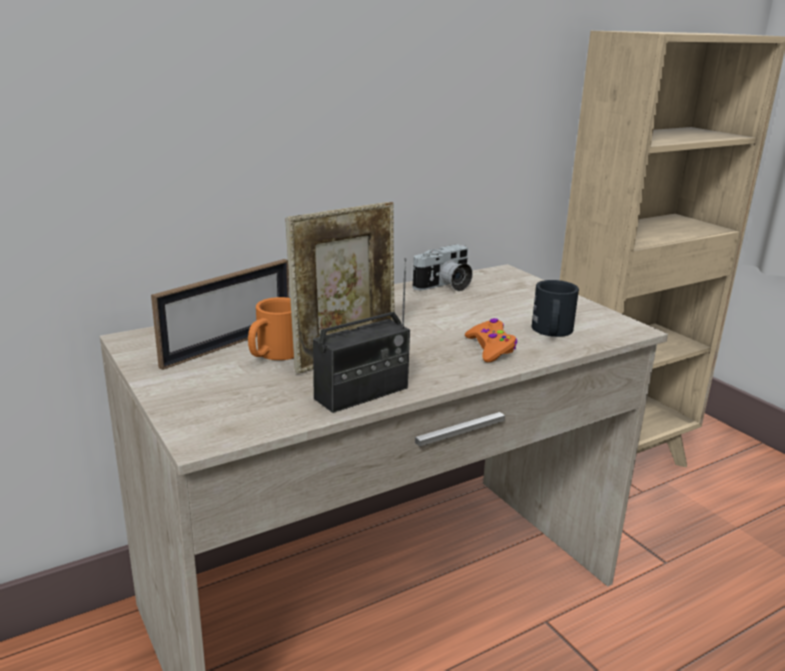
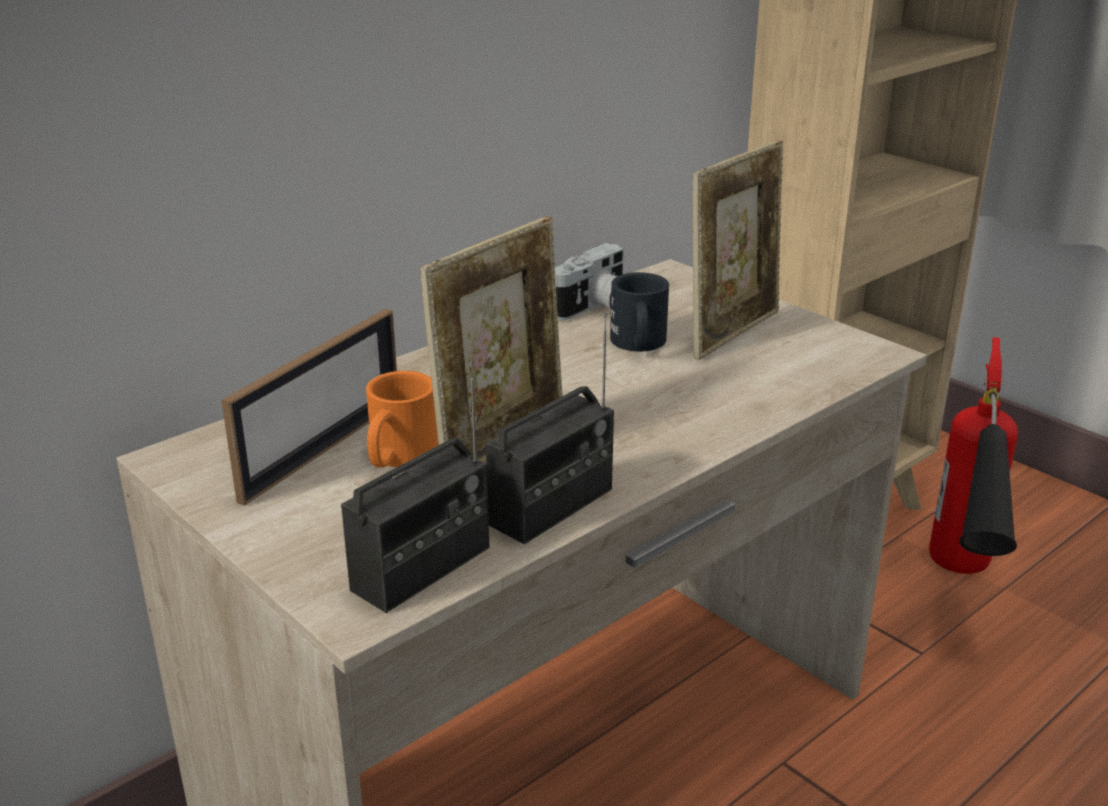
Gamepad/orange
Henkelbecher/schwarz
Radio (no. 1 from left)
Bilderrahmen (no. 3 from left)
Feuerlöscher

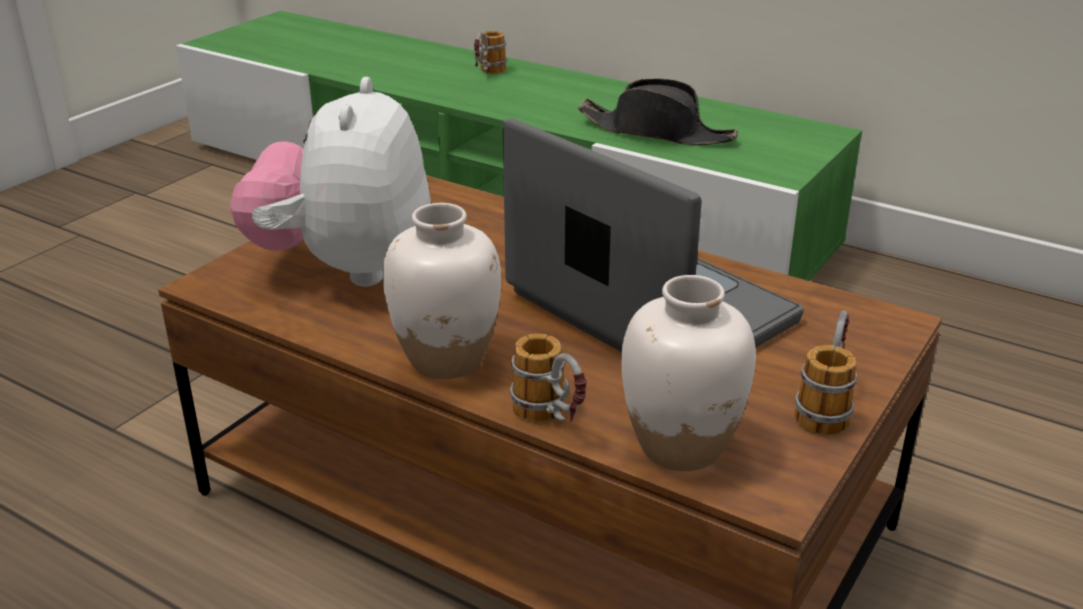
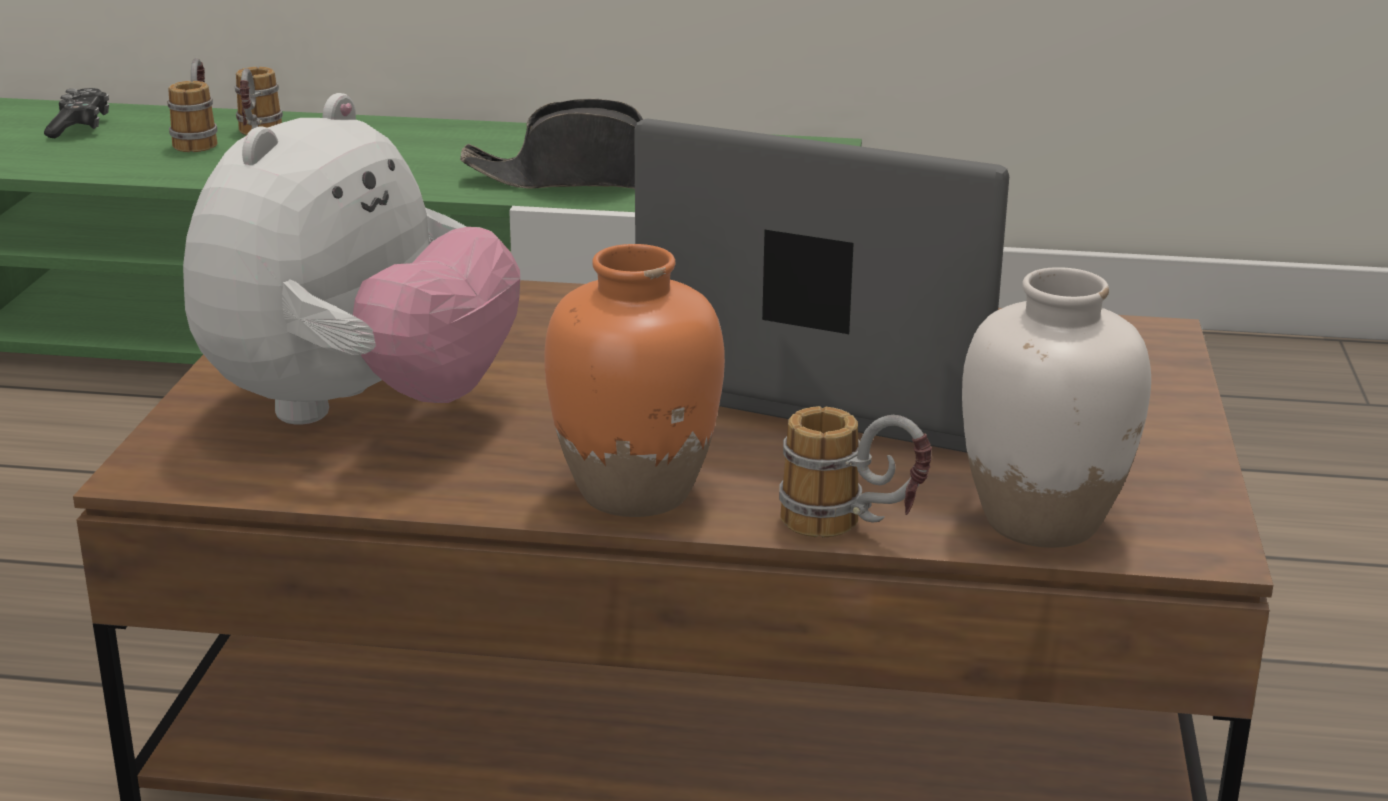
Plüschtier
Vase/orange
Henkelbecher (no. 1 from left)
Gamepad

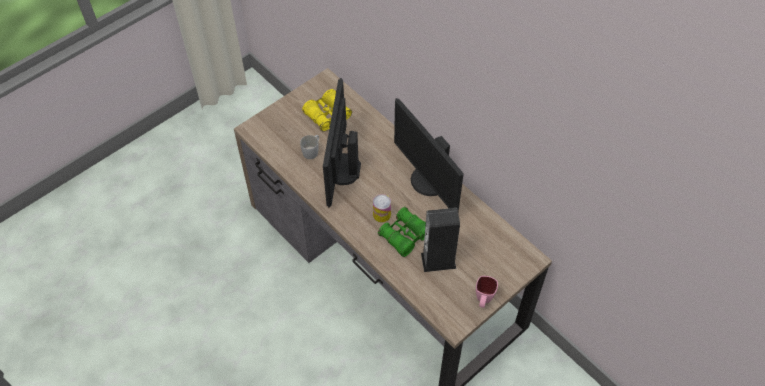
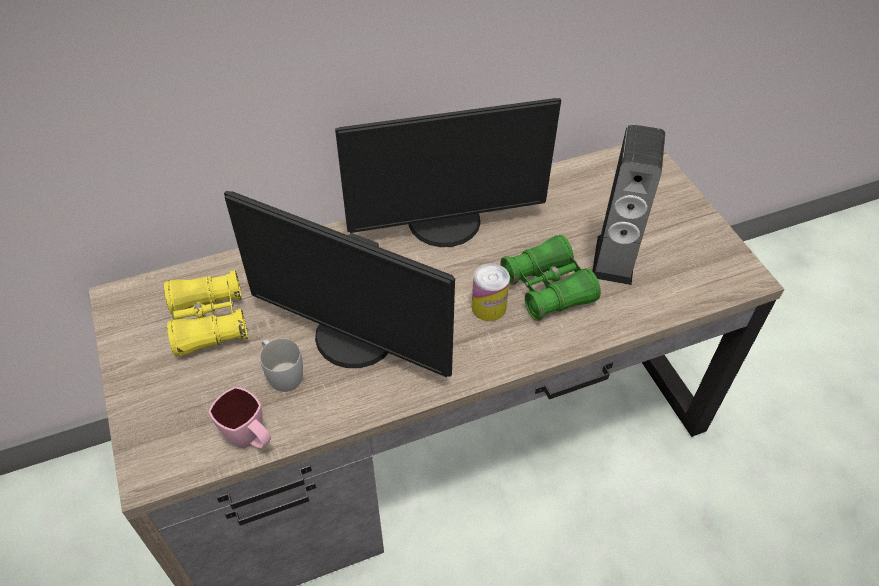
Henkelbecher/rosa

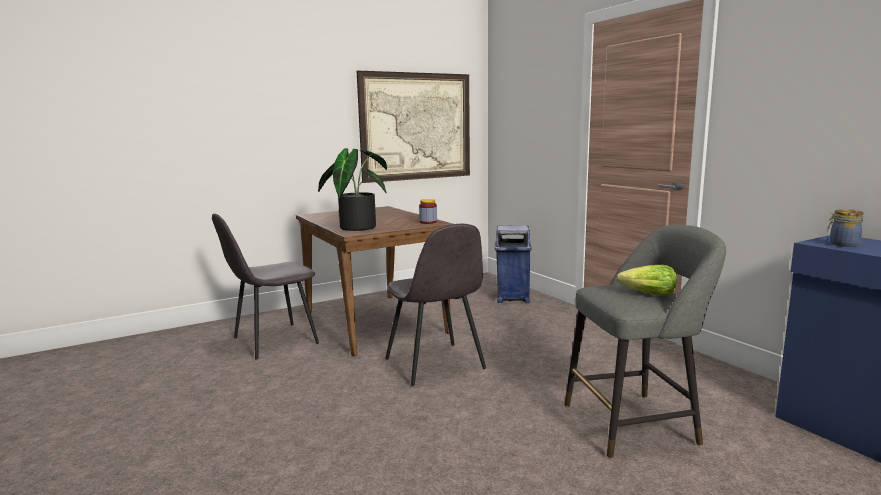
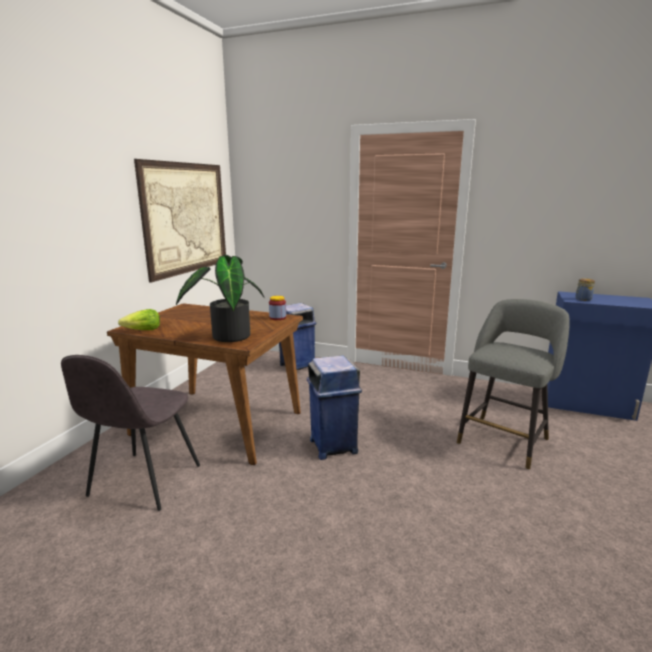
Mülleimer/blau (no. 2 from left)
Salatkopf

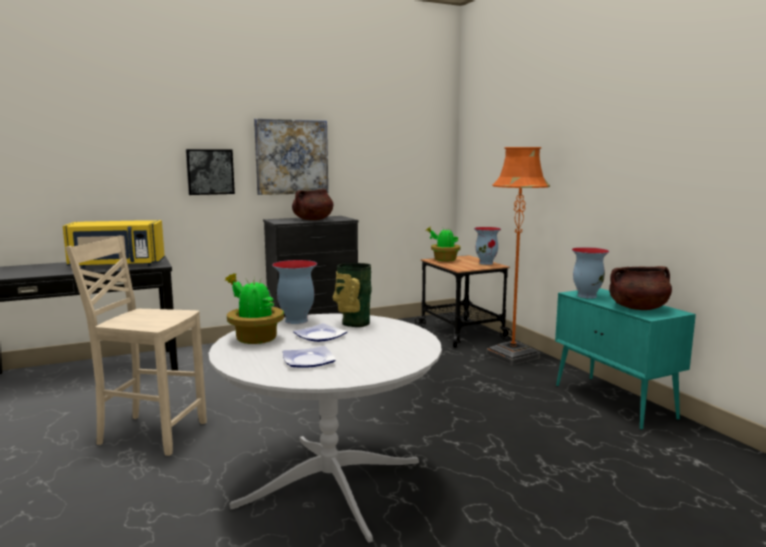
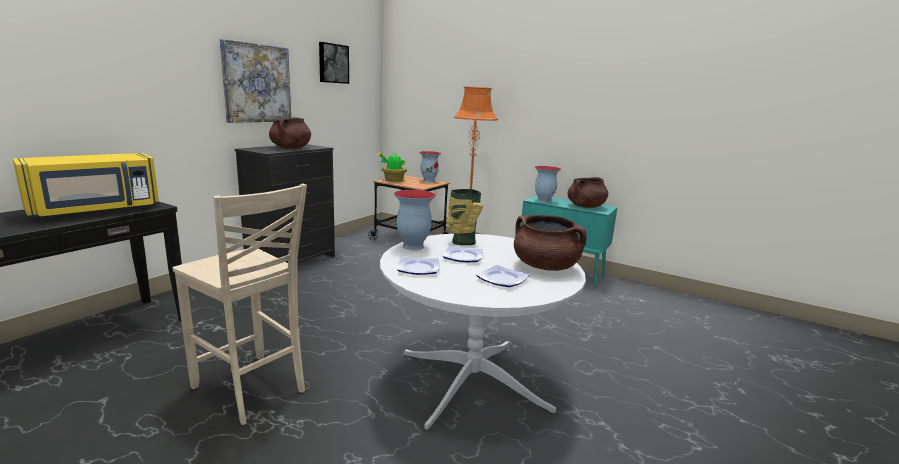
Stuhl/beige
Bild (no. 2 from left)
Teller (no. 1 from left)
Kochtopf/braun (no. 2 from left)

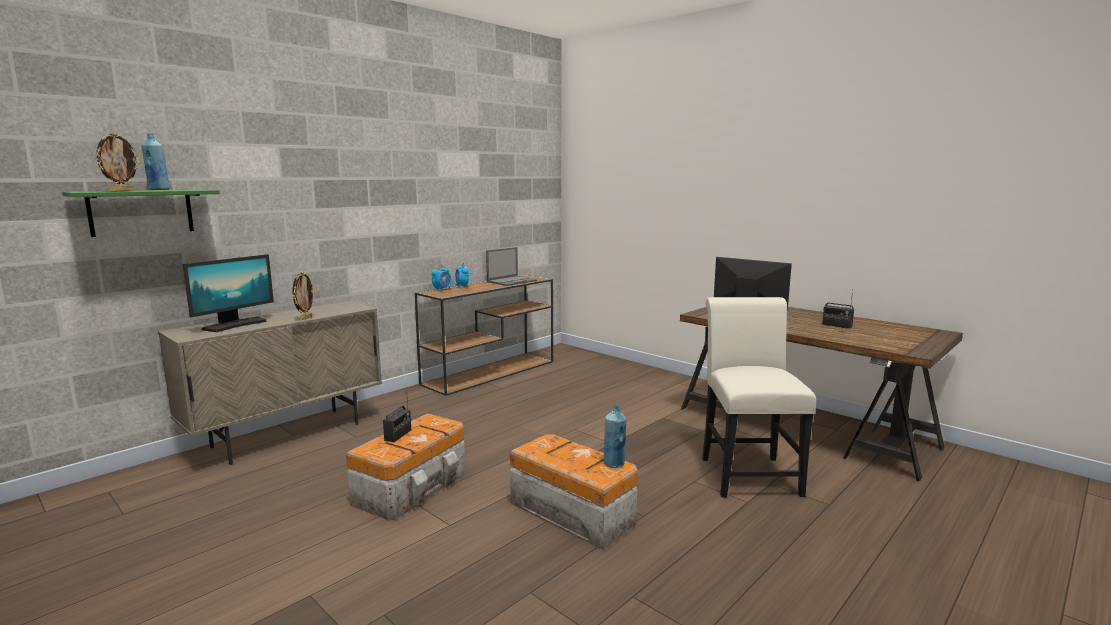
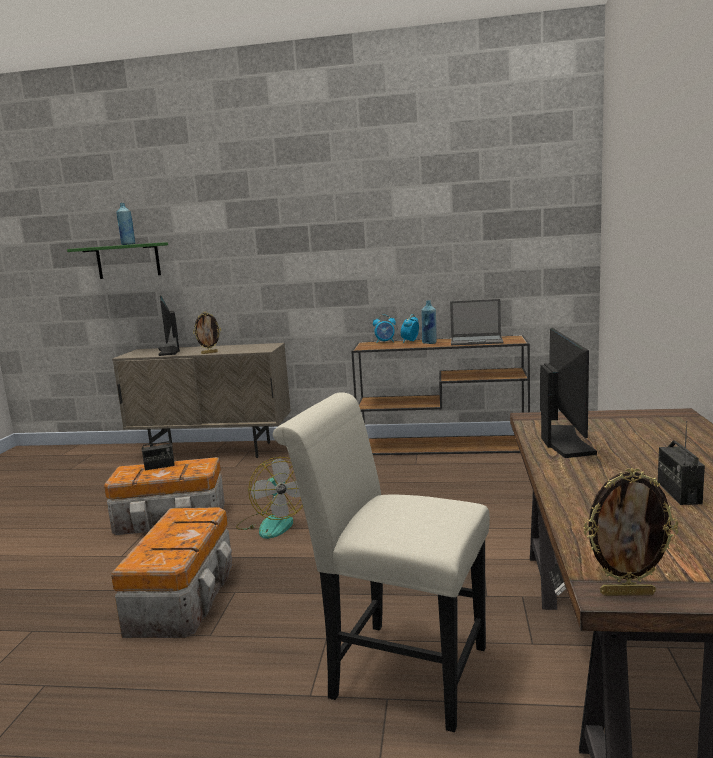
Bilderrahmen (no. 2 from left)
Monitor (no. 1 from left)
Flasche/blau (no. 2 from left)
Stuhl/weiß
Ventilator

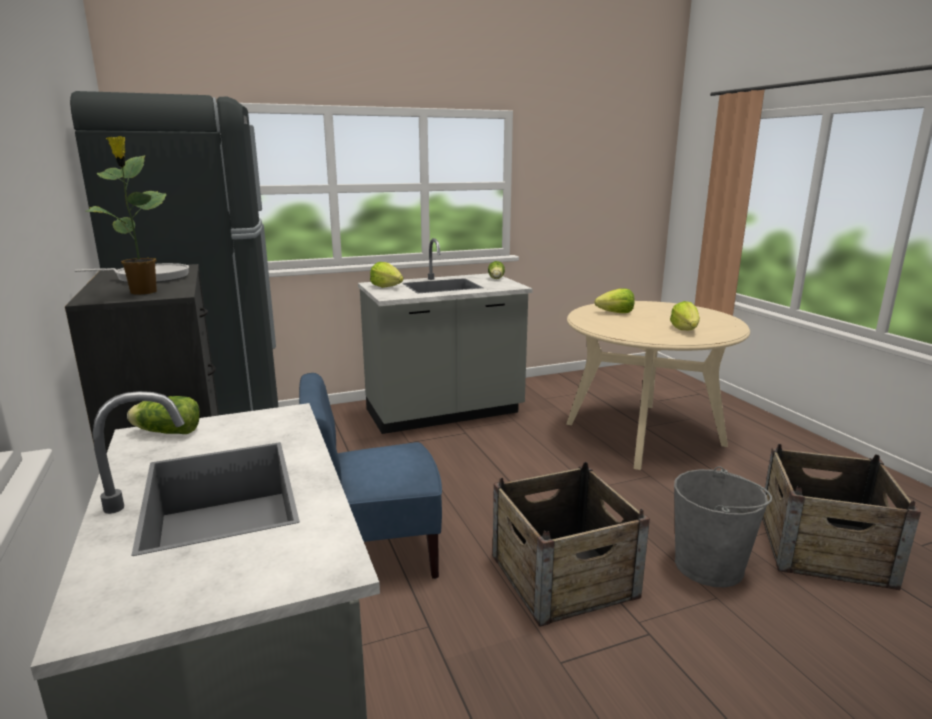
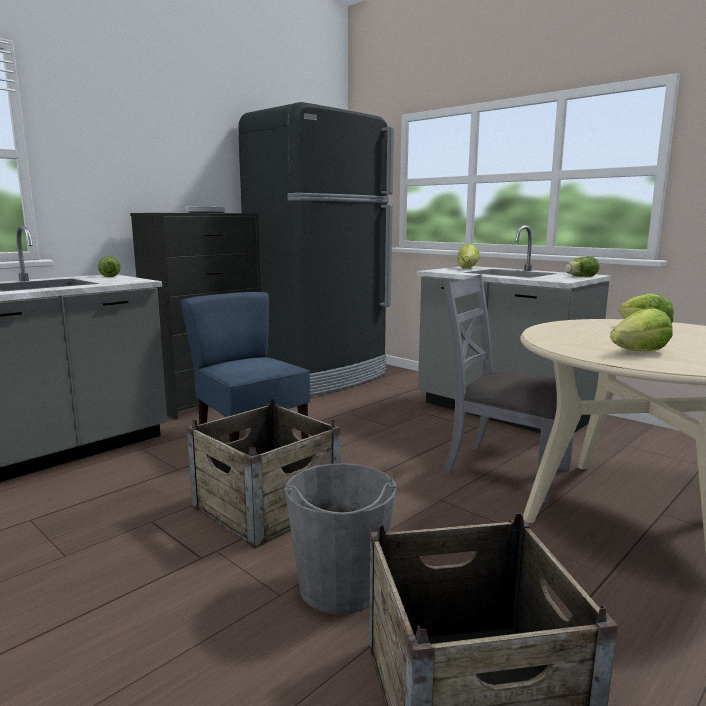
Topfpflanze
Stuhl/grau

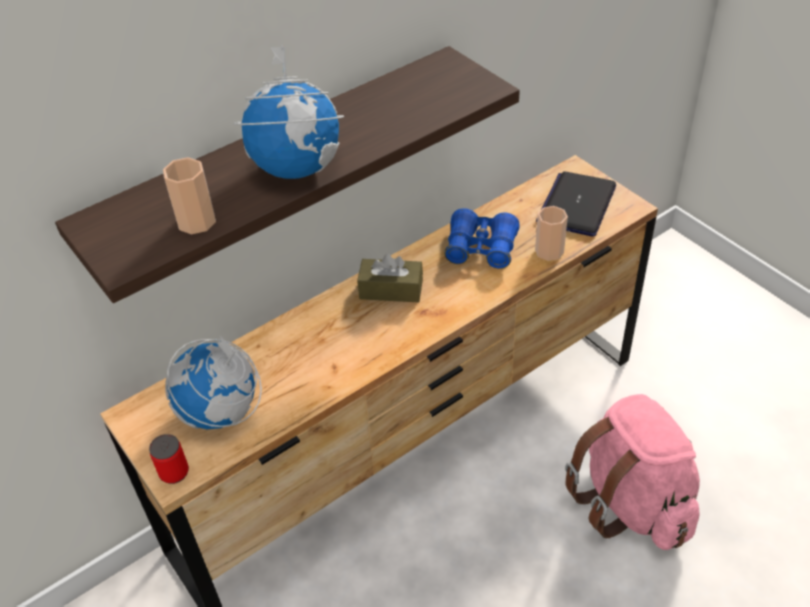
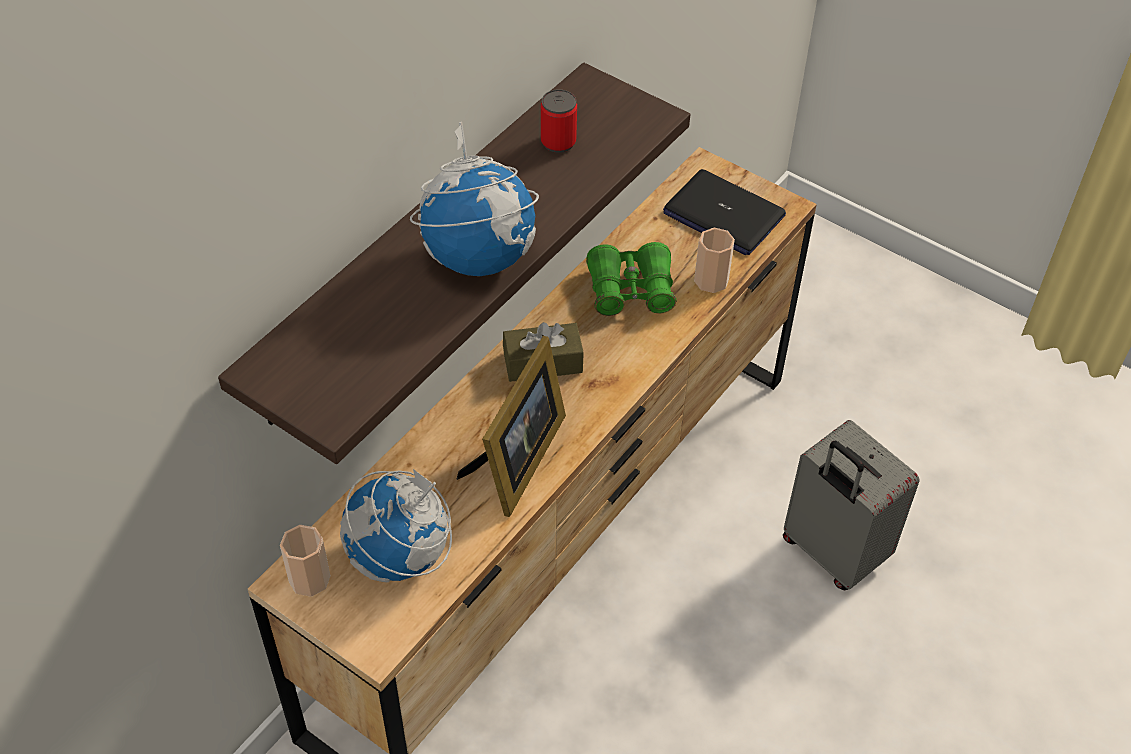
Dose
Tasse (no. 1 from left)
Fernglas/grün
Laptop
Koffer/grau
Bilderrahmen

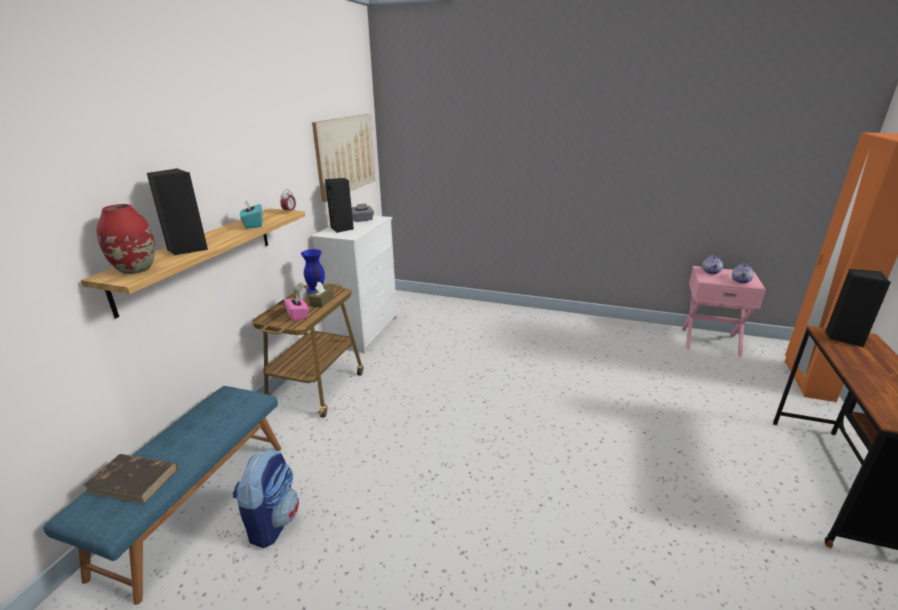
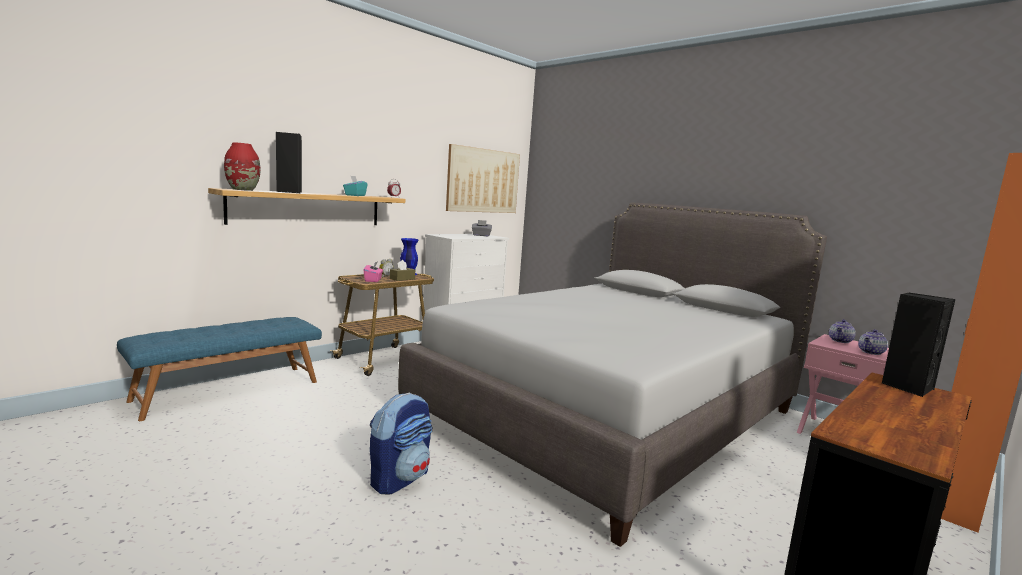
Buch/braun
Rucksack
Lautsprecher/schwarz (no. 2 from left in the first image)
Bett/grau

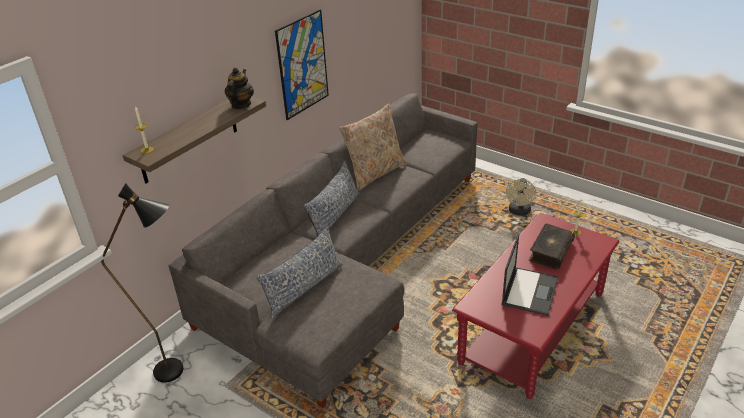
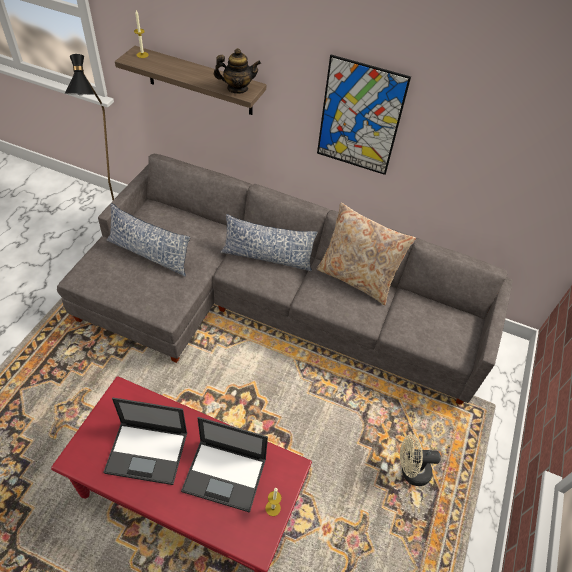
Laptop (no. 2 from left)

